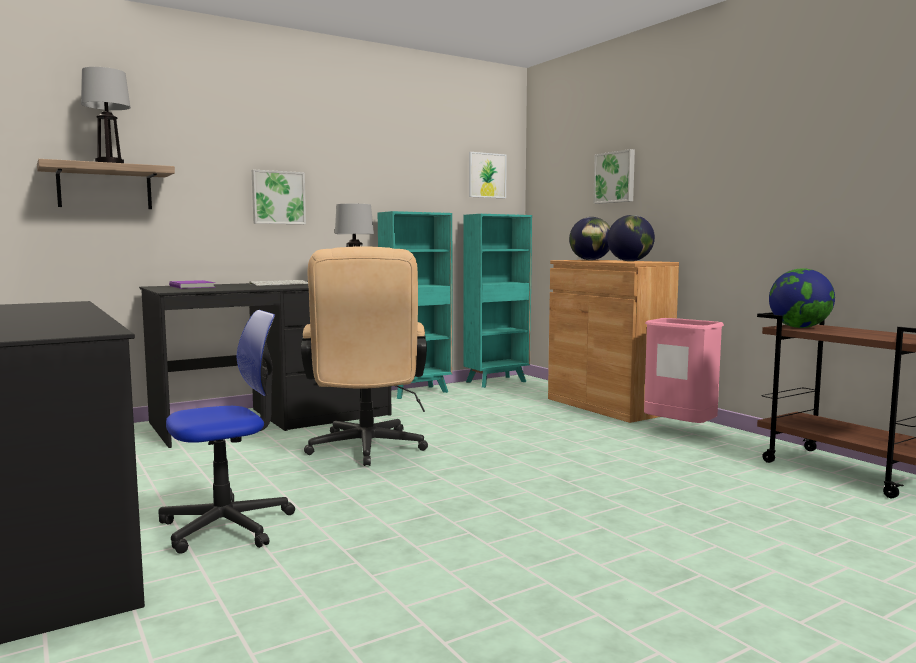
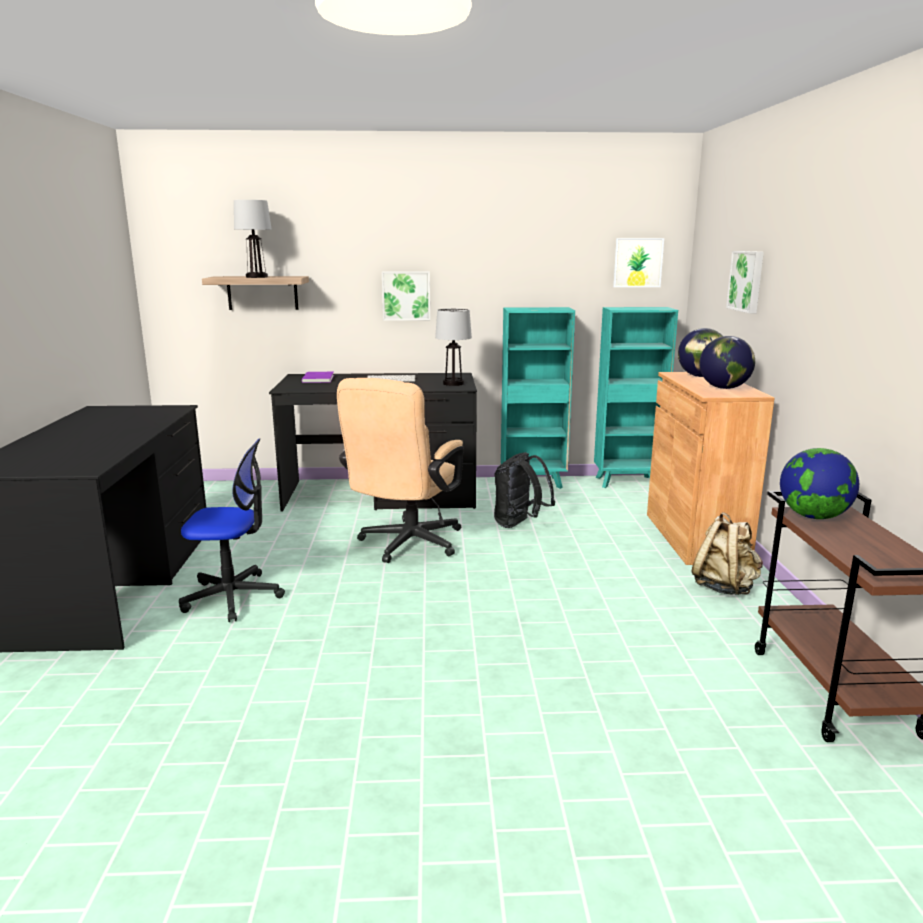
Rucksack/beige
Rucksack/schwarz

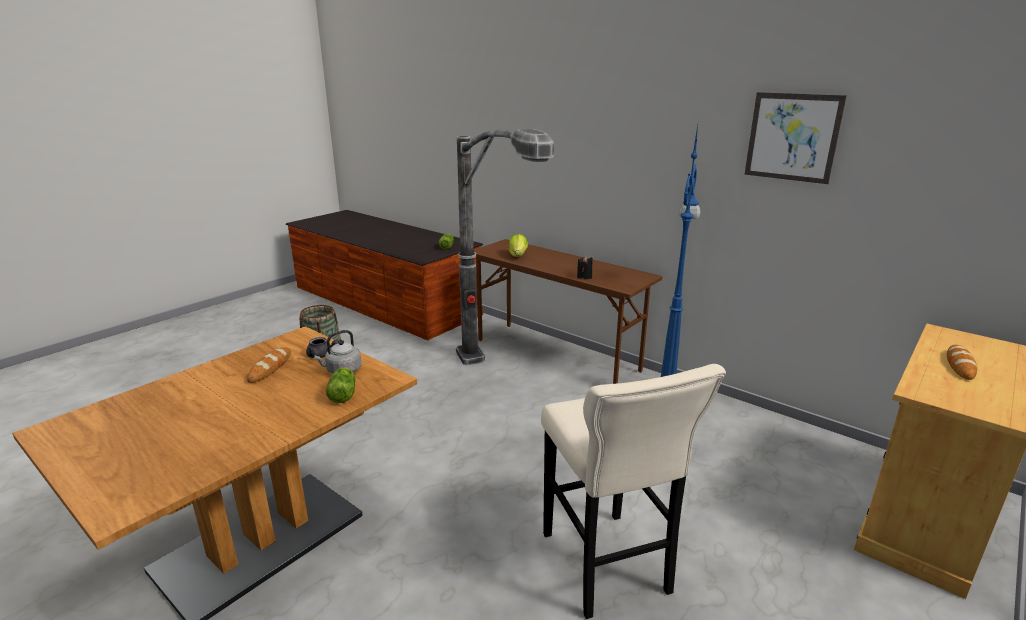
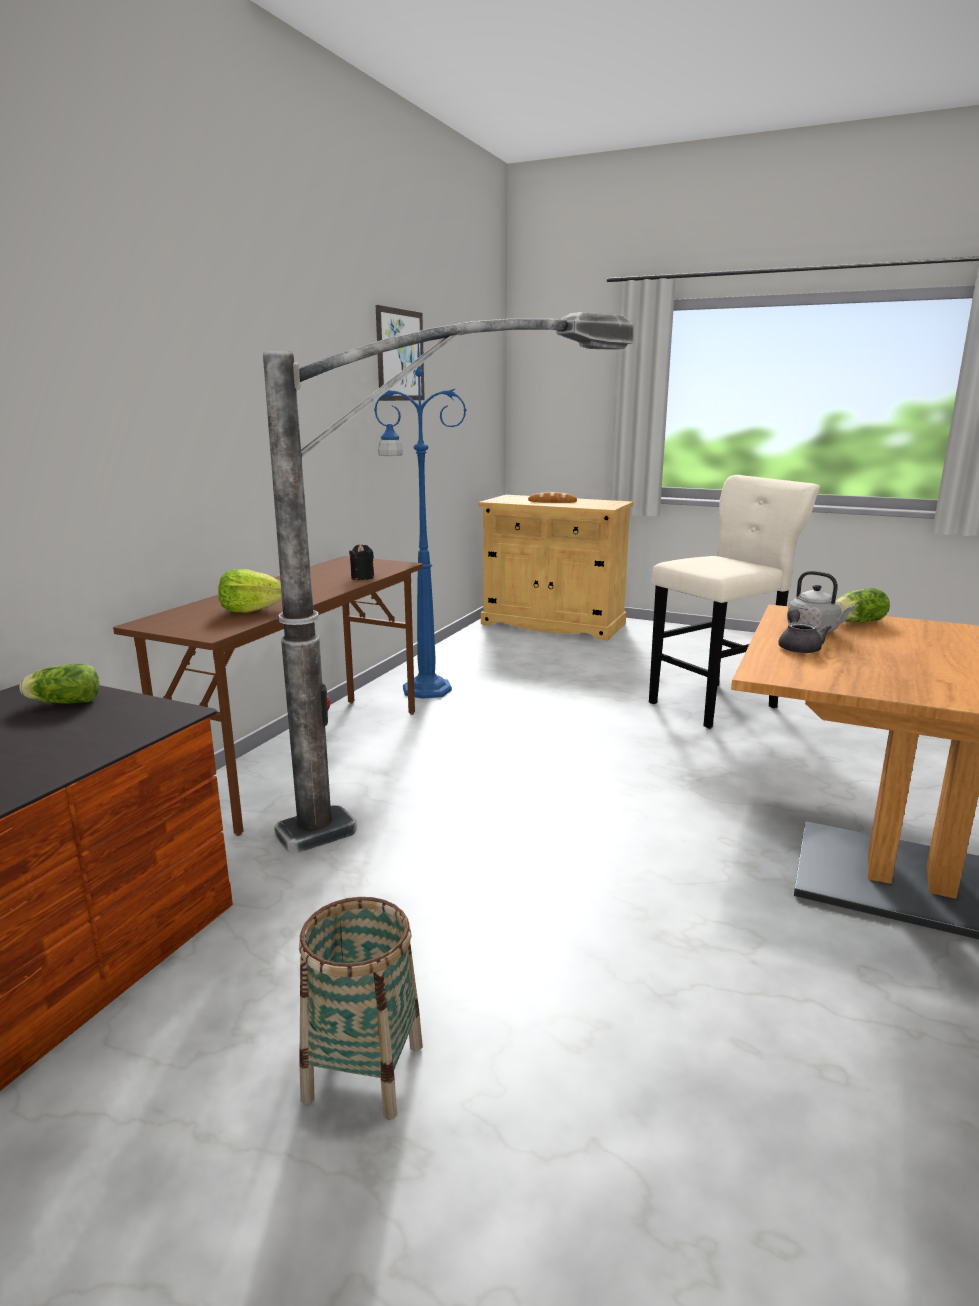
Brot (no. 1 from left in the first image)

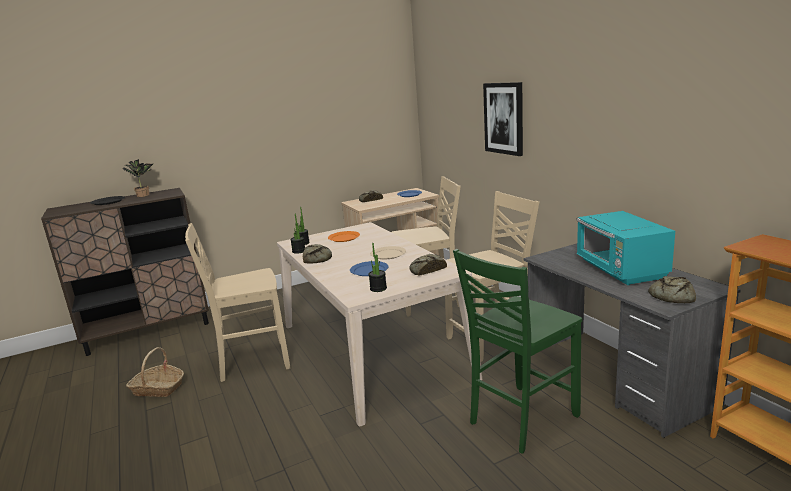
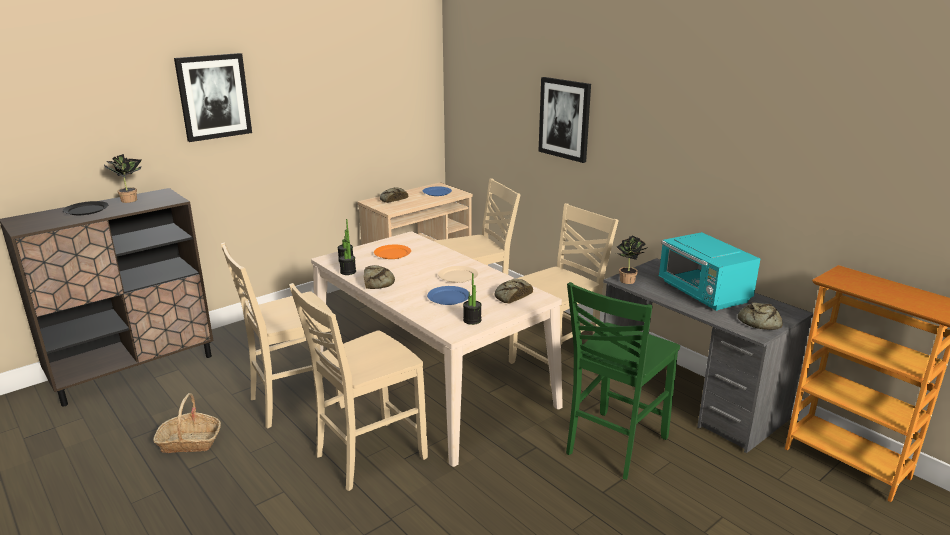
Bild (no. 1 from left)
Stuhl/beige (no. 2 from left)
Topfpflanze (no. 5 from left)

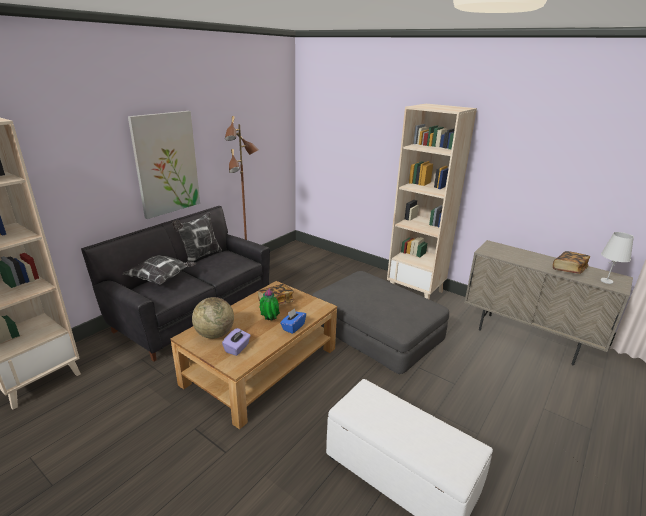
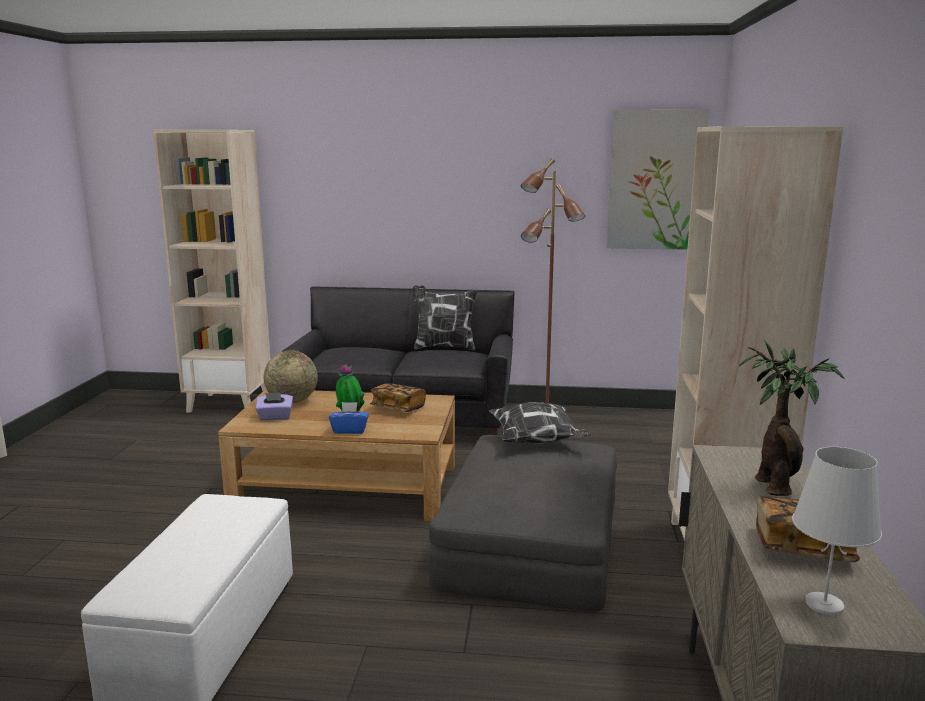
Kissen (no. 2 from left)
Bild
Topfpflanze (no. 2 from left)

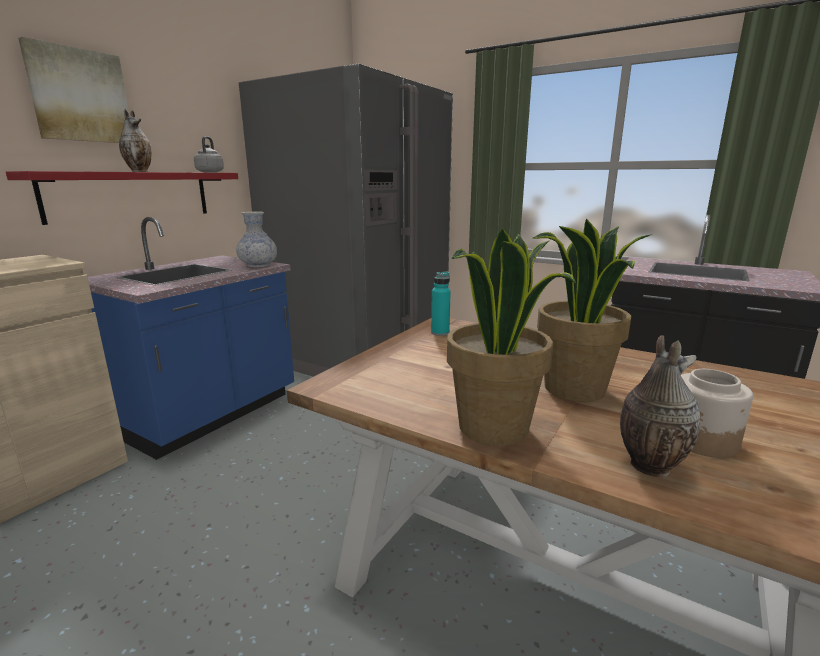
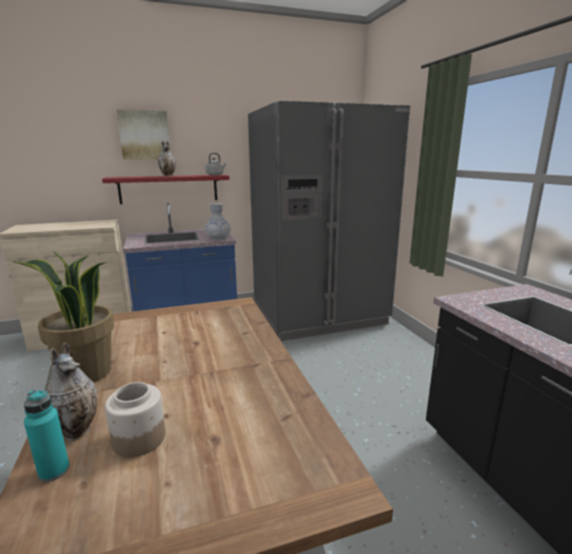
Flasche/türkis
Topfpflanze (no. 2 from left in the first image)

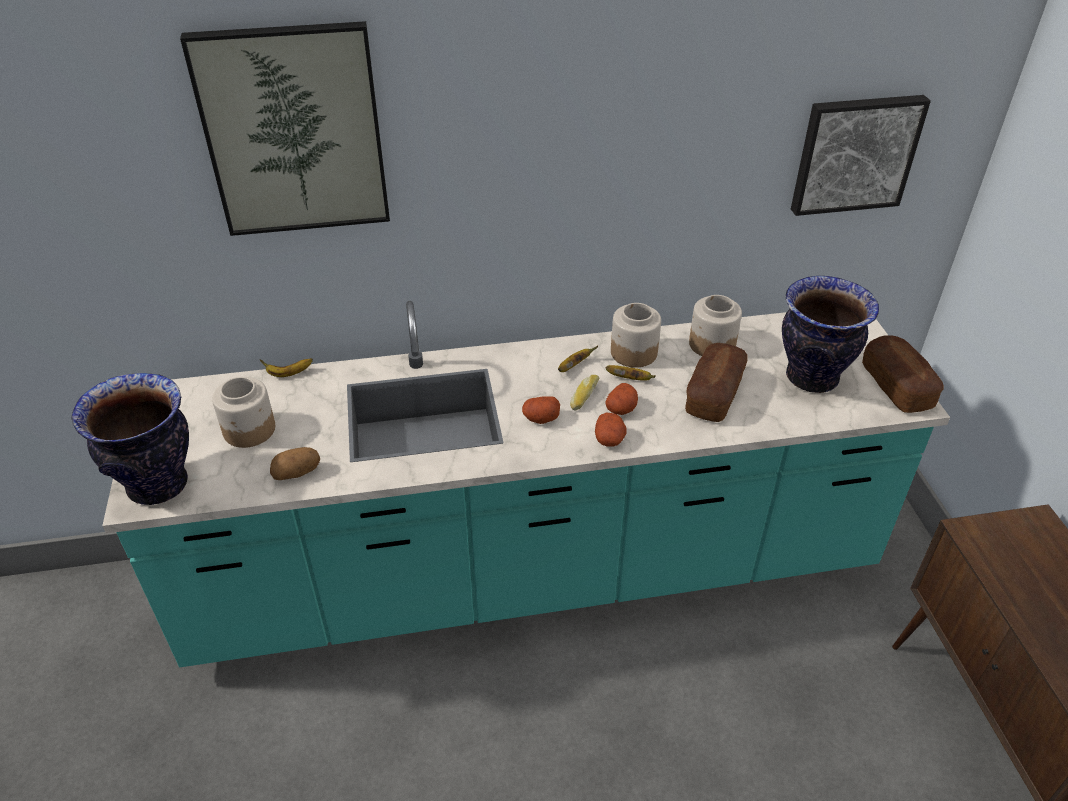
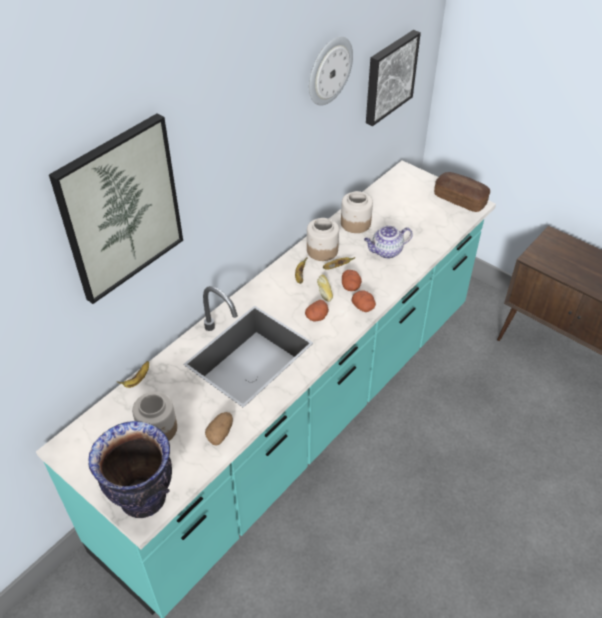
Teekanne
Vase (no. 2 from left in the first image)
Wanduhr

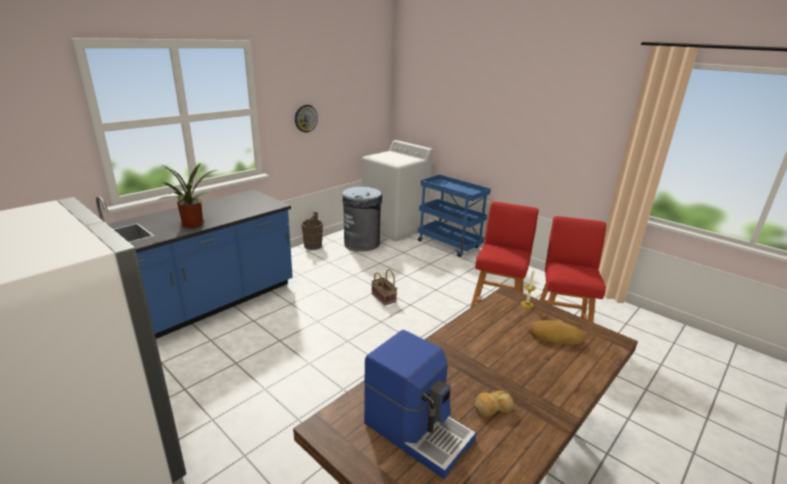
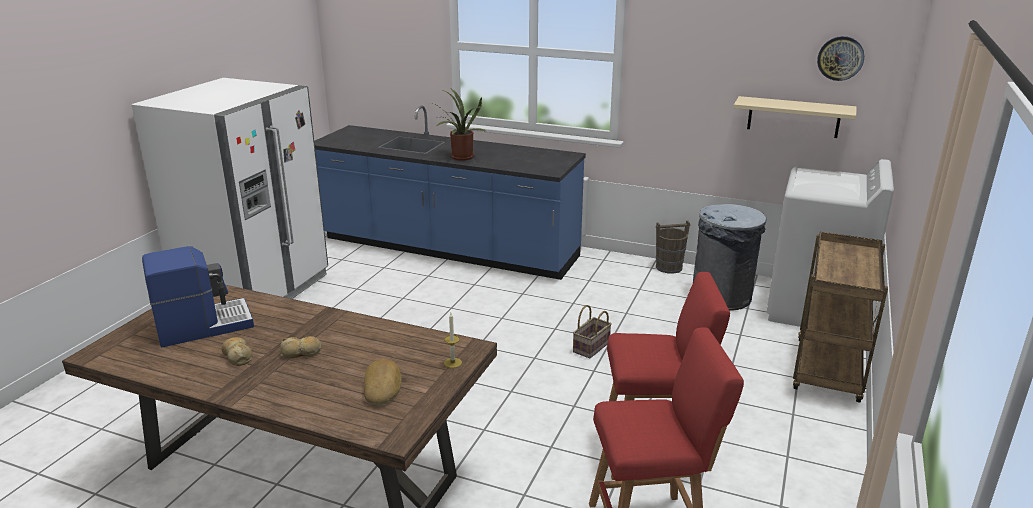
Wanduhr
Kaffeemaschine
Rollwagen/braun
Brot (no. 2 from left)
Wandregal/beige

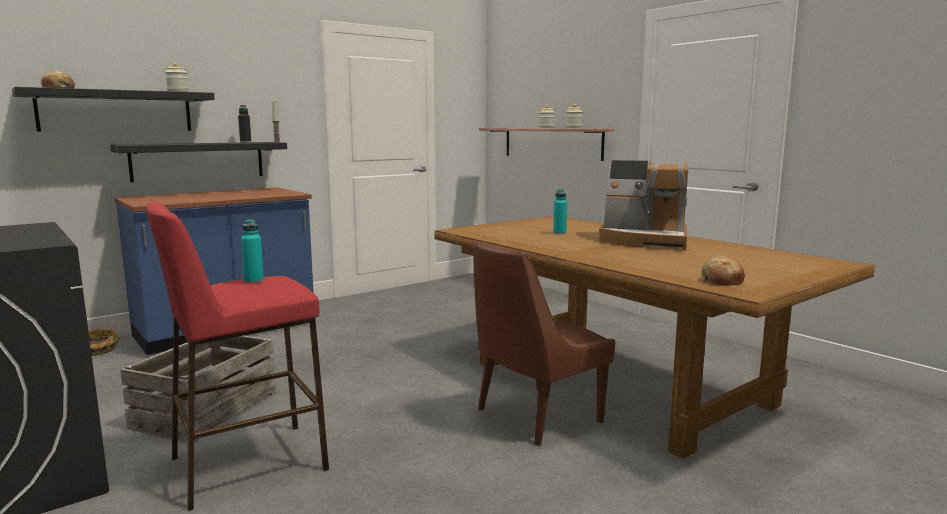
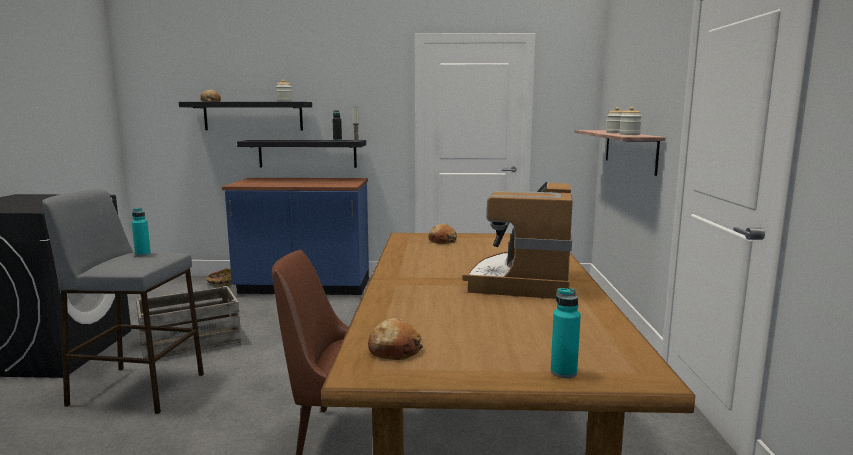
Hocker/grau
Flasche/türkis (no. 2 from left)
Kaffeemaschine
Brot (no. 3 from left)

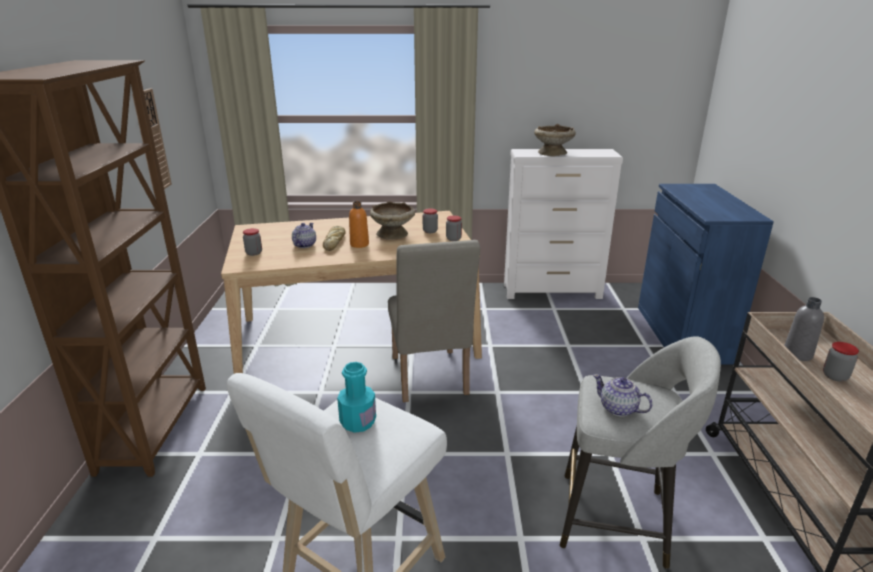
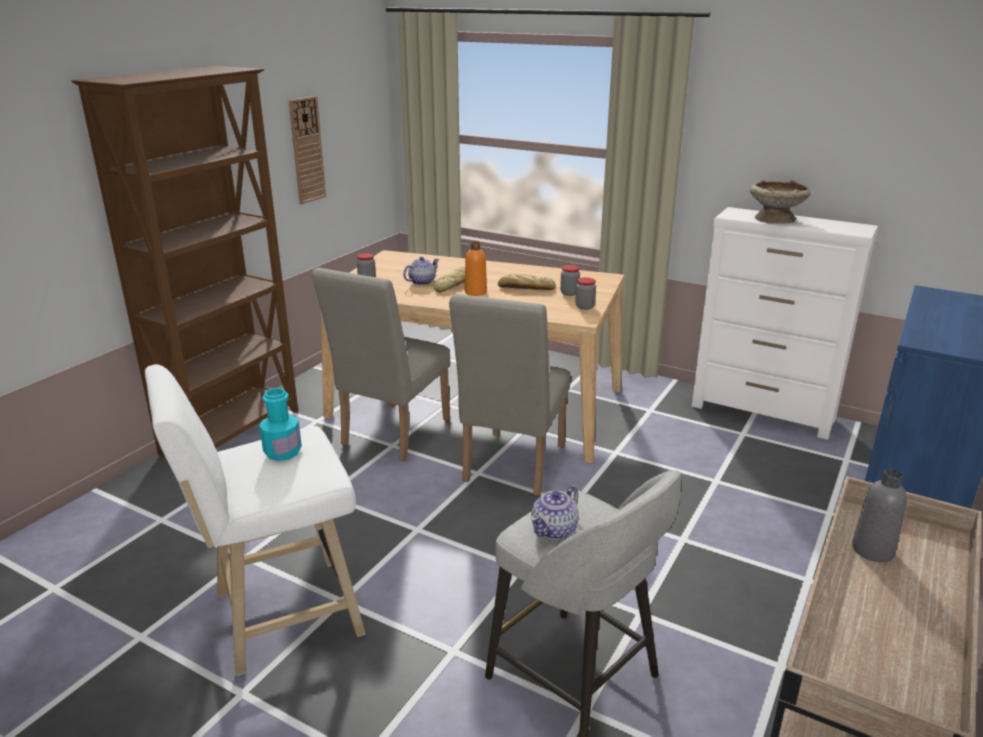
Brot (no. 2 from left)
Teekanne (no. 2 from left)
Vorratsglas (no. 4 from left in the first image)
Stuhl/beige (no. 1 from left)

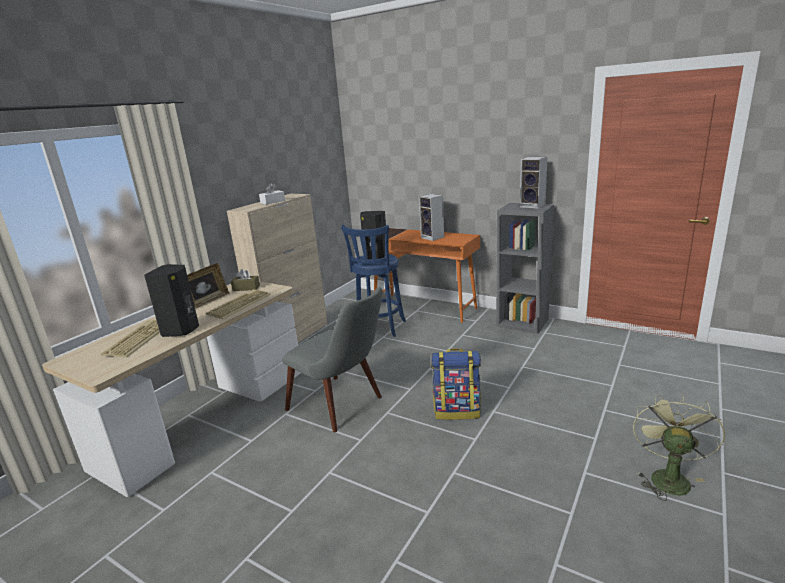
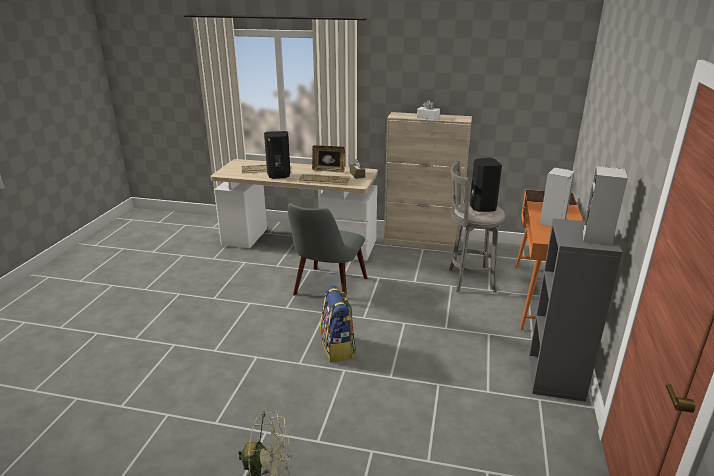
Hocker/grau

